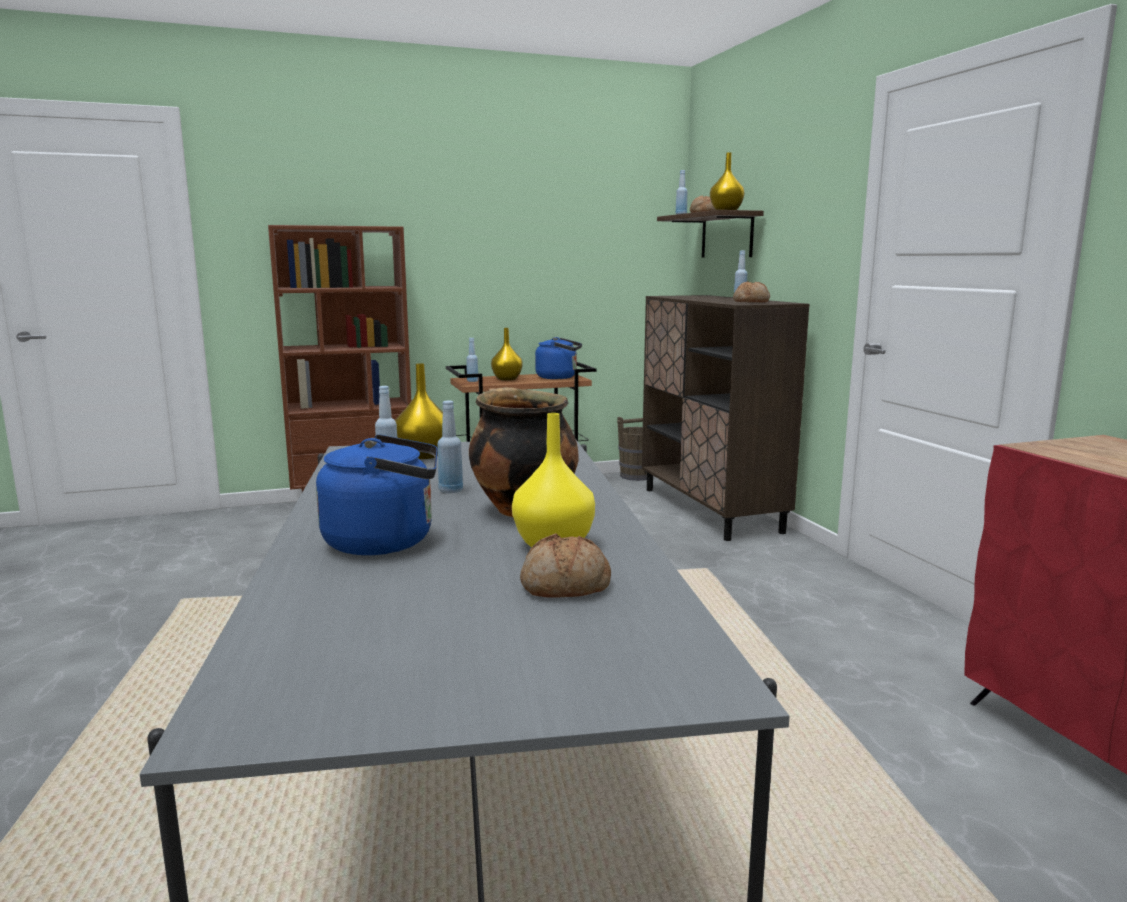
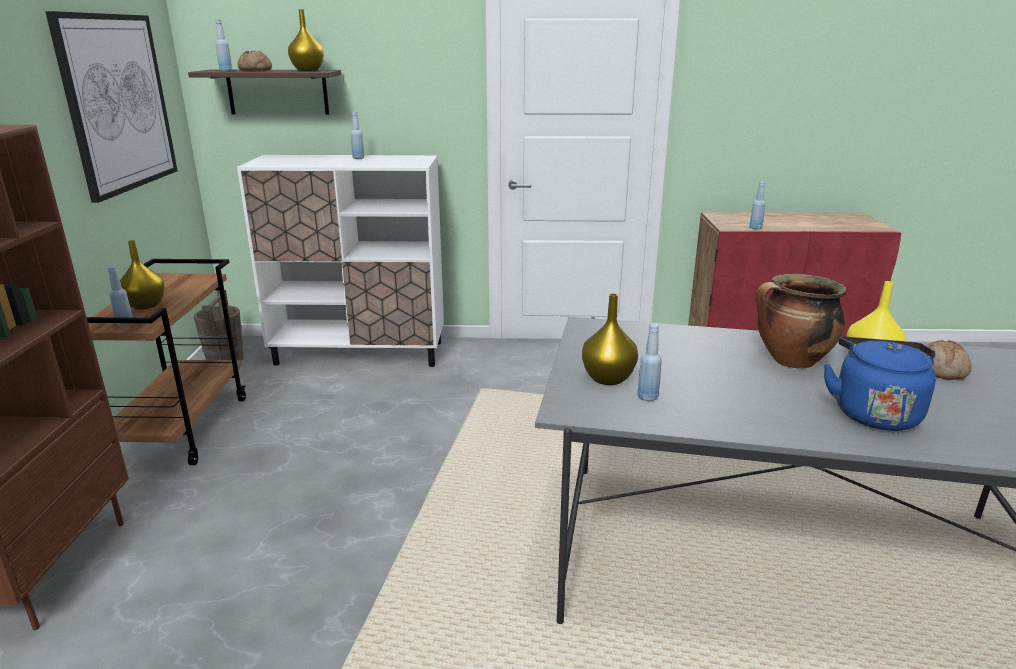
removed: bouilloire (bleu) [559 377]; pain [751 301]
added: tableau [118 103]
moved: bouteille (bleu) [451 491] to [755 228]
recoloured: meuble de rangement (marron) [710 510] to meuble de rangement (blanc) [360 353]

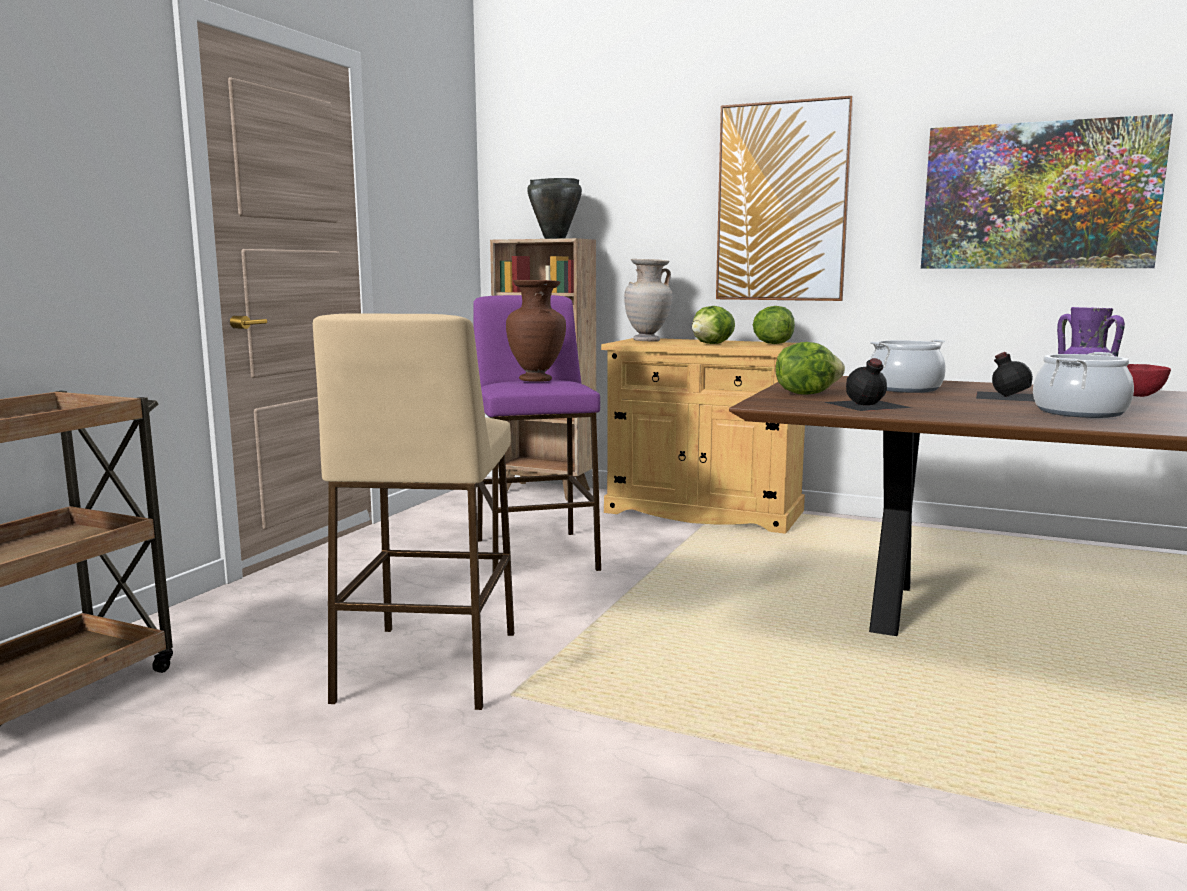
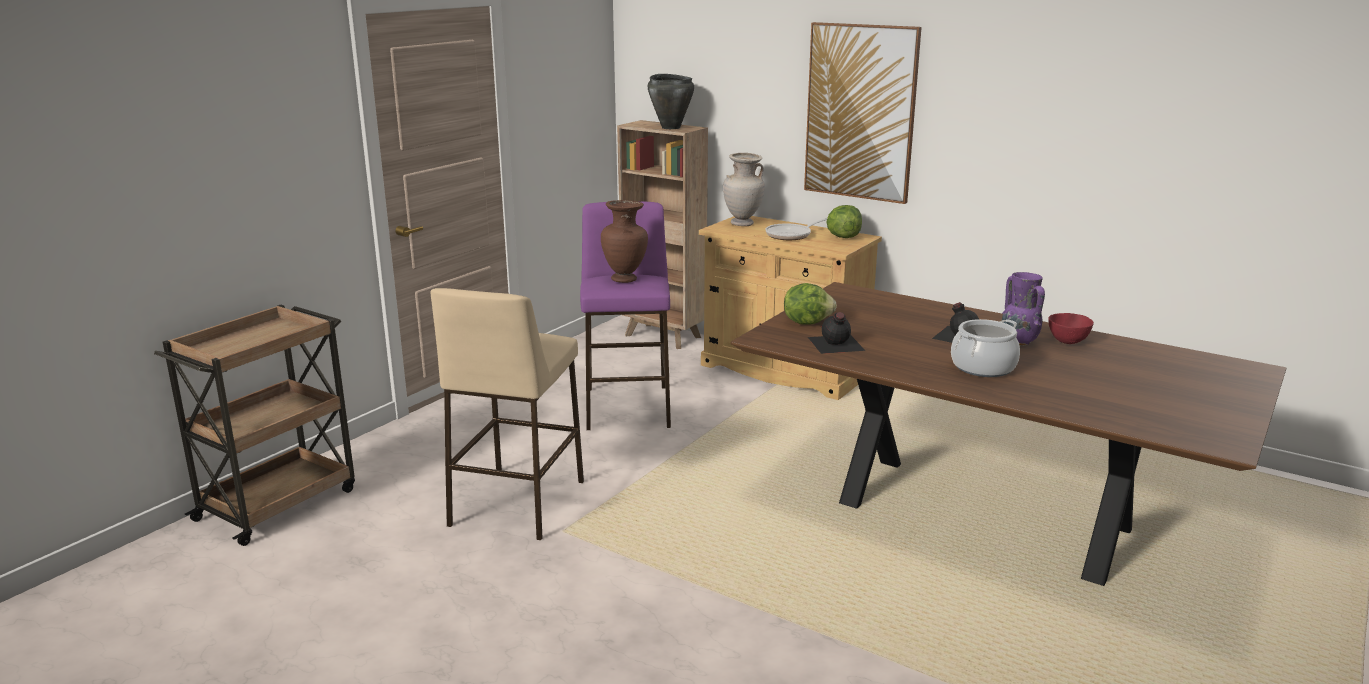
removed: marmite [904 389]; tableau [1038 196]
replaced: laitue [712 344] to poêle [791 235]

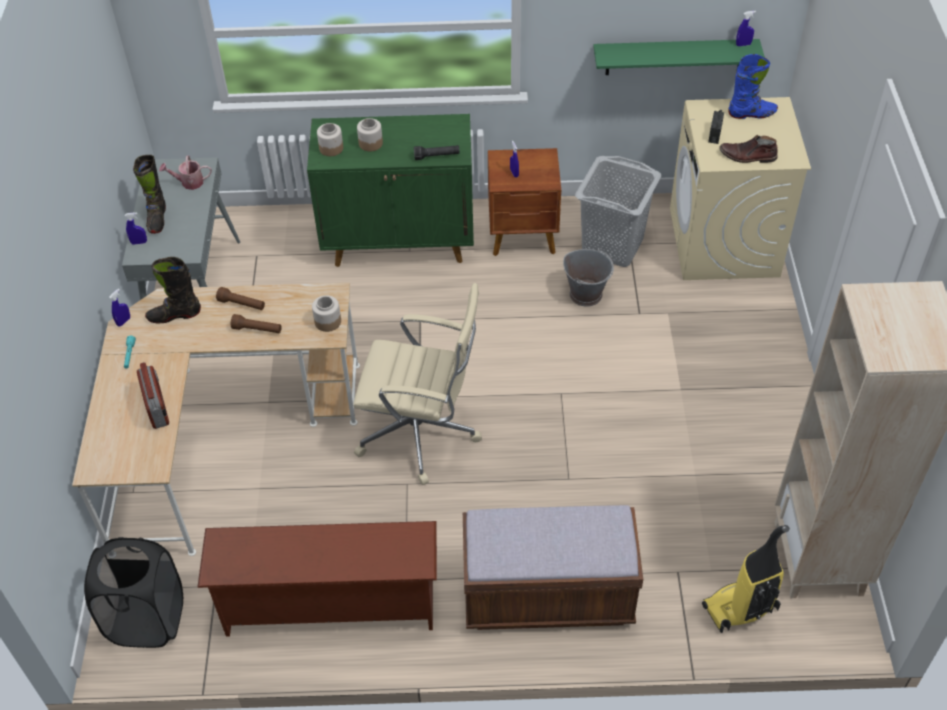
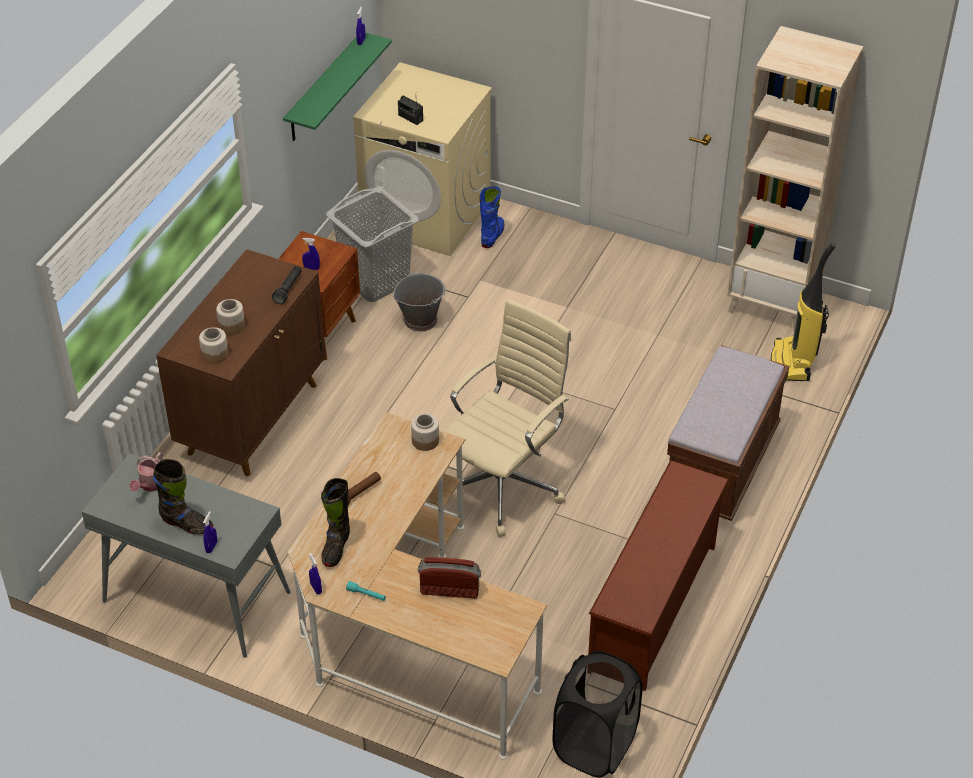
removed: lampe de poche (marron) [257 330]; botte (marron) [747 156]
moved: botte (bleu) [752 114] to [492 236]
recoloured: meuble de rangement (vert) [400 242] to meuble de rangement (marron) [253 418]

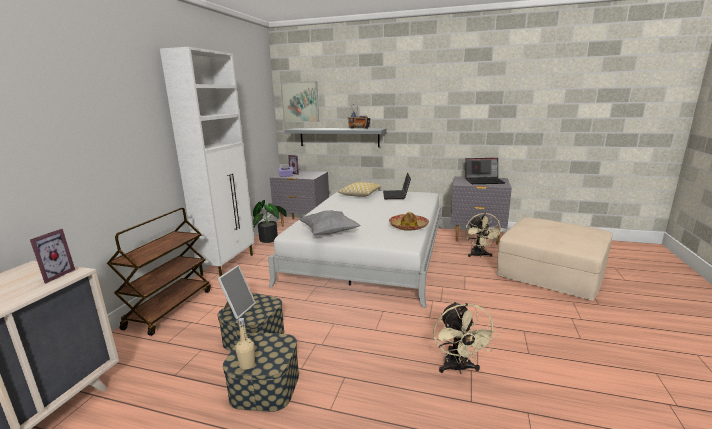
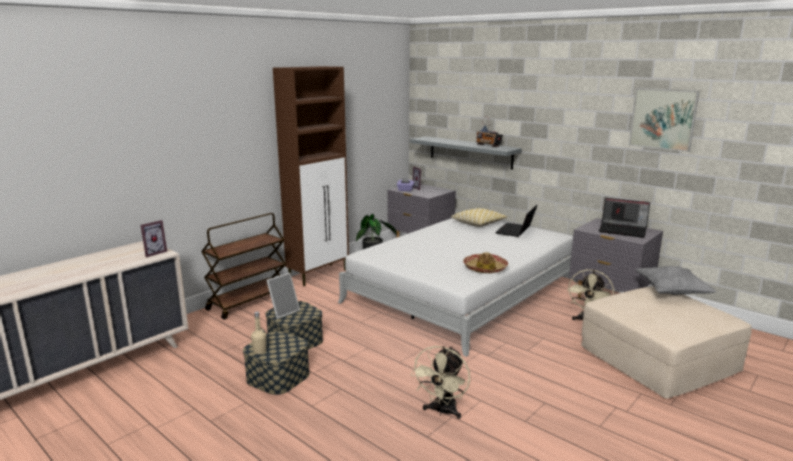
moved: tableau [300 102] to [662 119]; coussin (gris) [329 233] to [672 292]
recoloured: meuble de rangement (blanc) [229 264] to meuble de rangement (marron) [319 274]

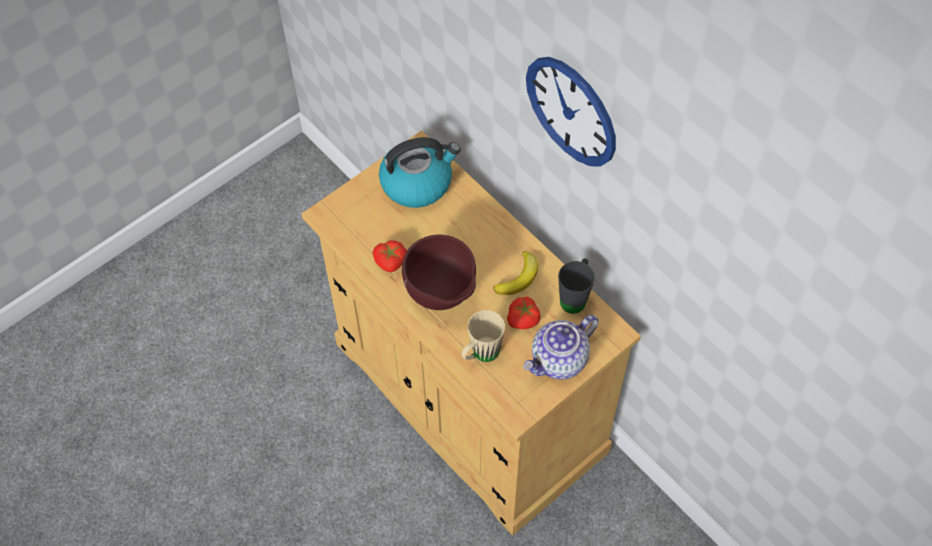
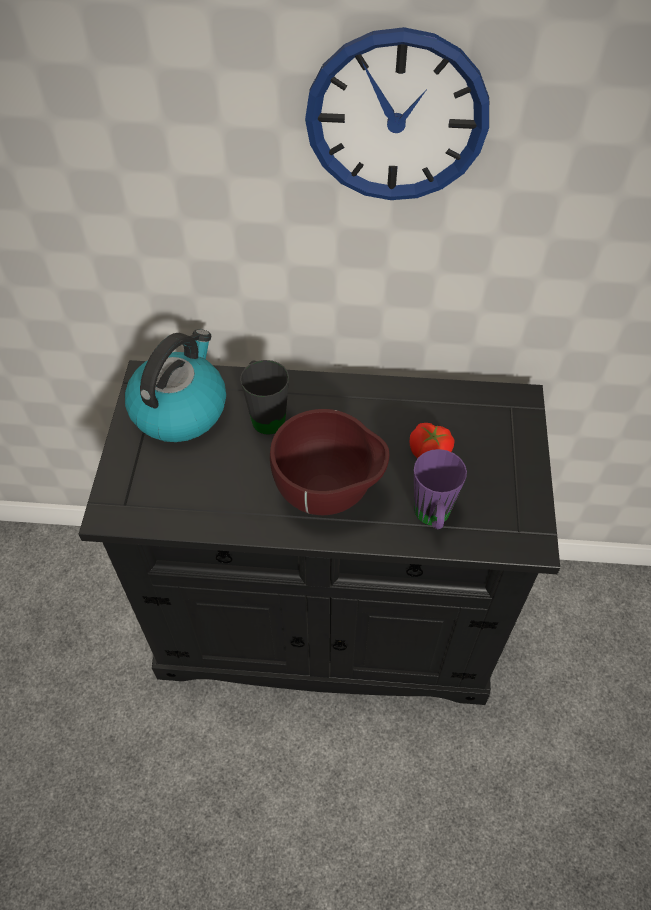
removed: tomate [391 262]; banane [519 277]; théière [559 360]
moved: mug (noir) [575 296] to [265 414]
recoloured: meuble de rangement (beige) [468 397] to meuble de rangement (noir) [325 620]; mug (beige) [480 355] to mug (violet) [432 519]

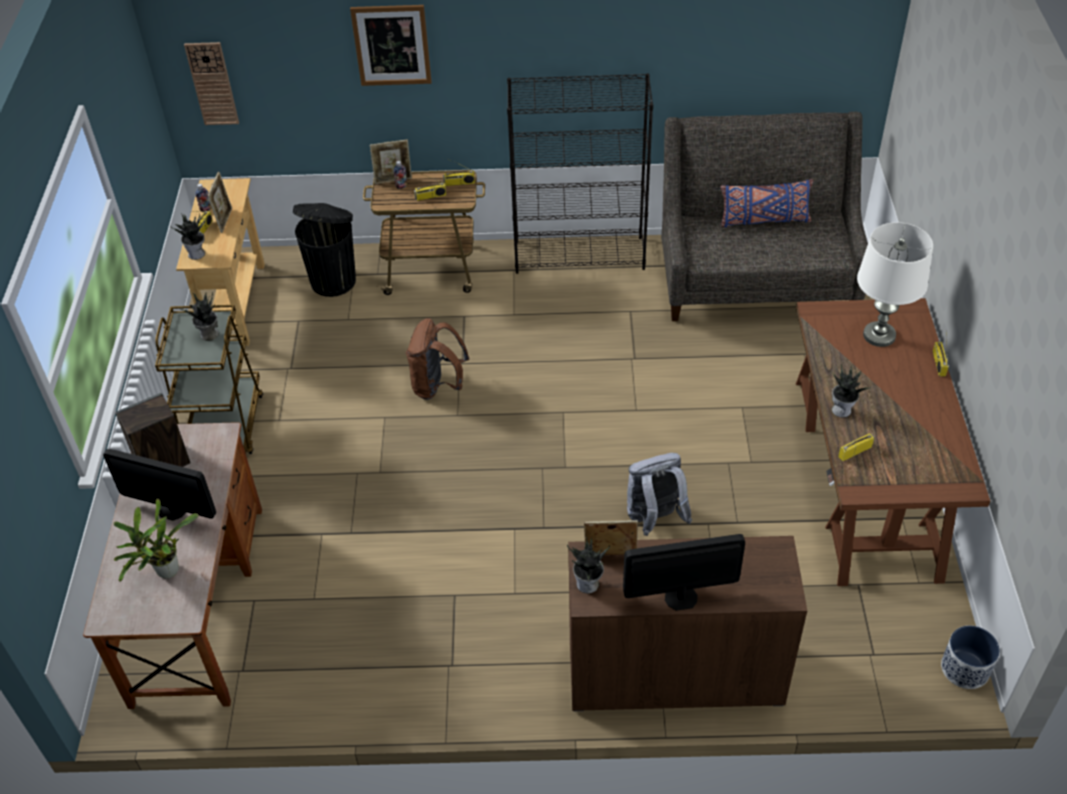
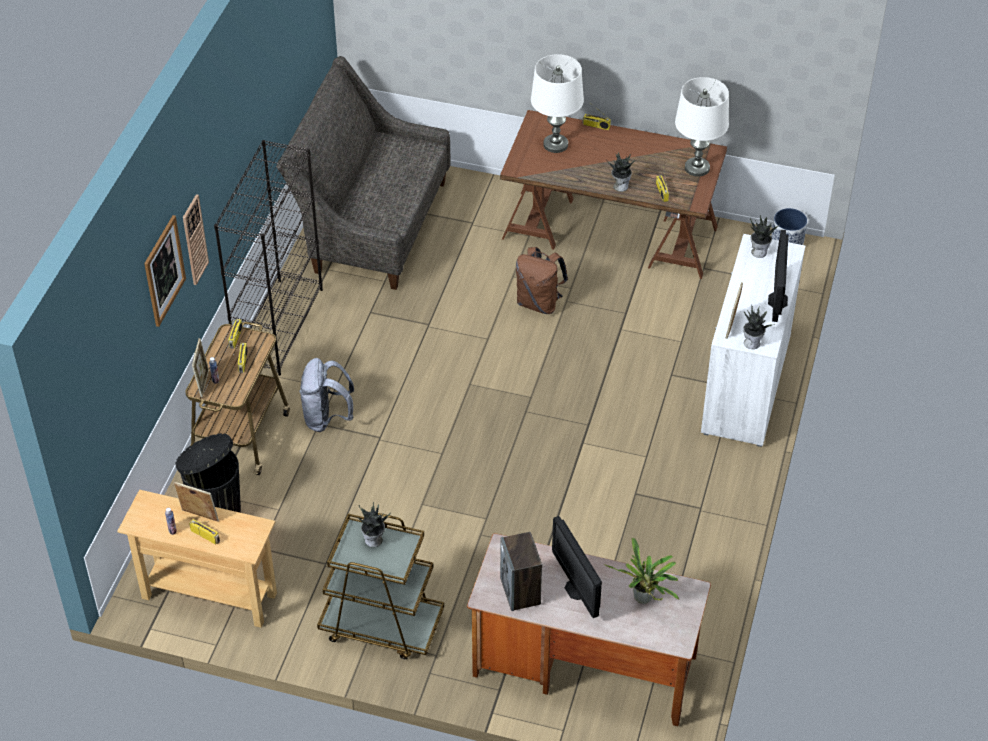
removed: coussin (bleu) [764 220]
added: lampe de table (blanc) [697 168]
moved: plante en pot [197 254] to [759 251]; horloge murale [212 84] to [194 240]; sac à dos (marron) [437 386] to [539 303]; sac à dos (gris) [654 519] to [327 418]
recoloured: meuble de rangement (marron) [674 672] to meuble de rangement (blanc) [746 384]
turned: écran d'ordinateur [172 509] = [577 589] 120 degrees clockwise

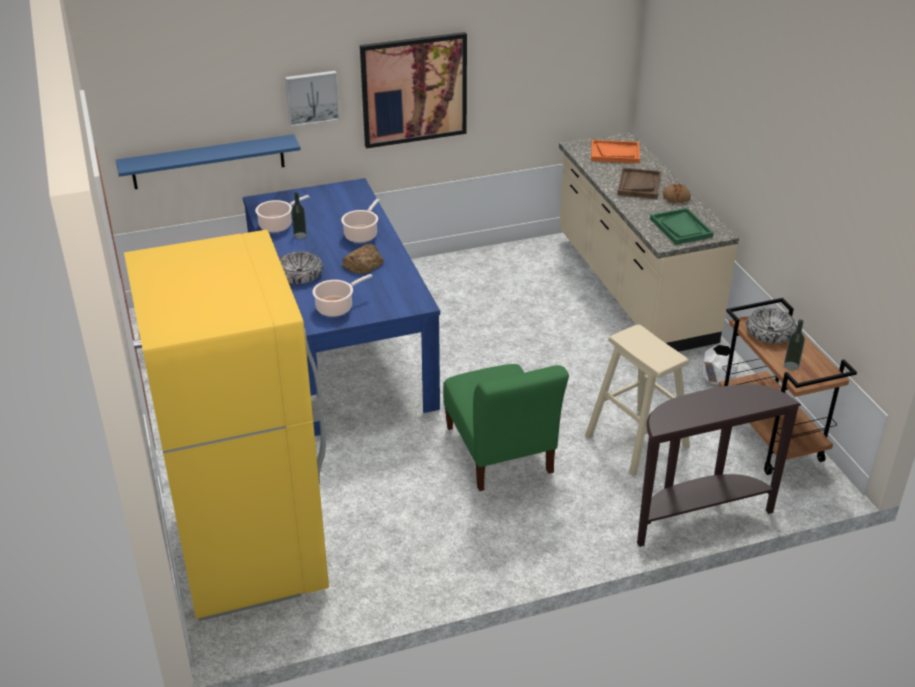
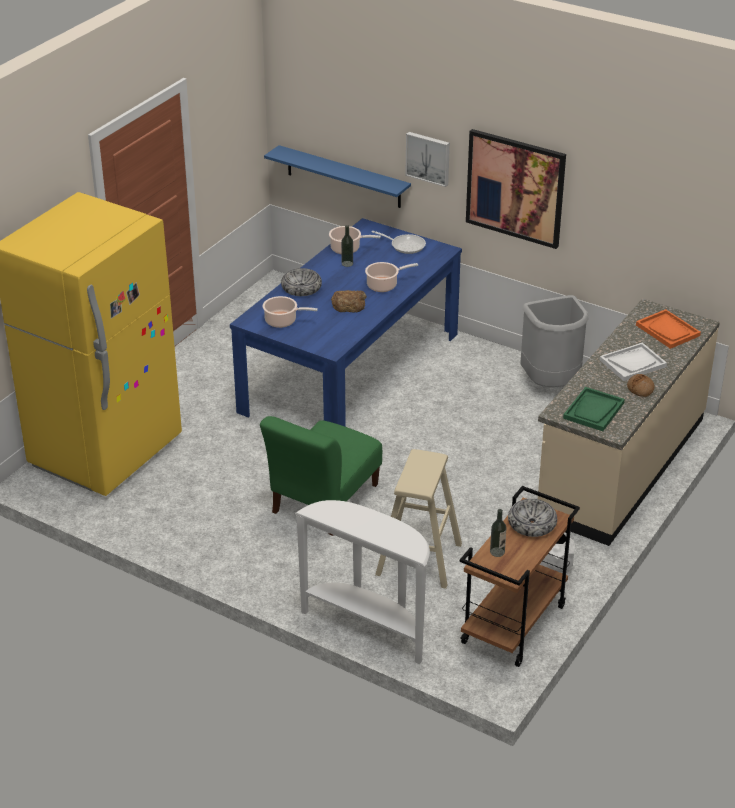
added: poêle [405 245]; poubelle (gris) [551 384]
recoloured: plateau (marron) [639 185] to plateau (blanc) [632 363]; table console (marron) [697 516] to table console (blanc) [368 626]

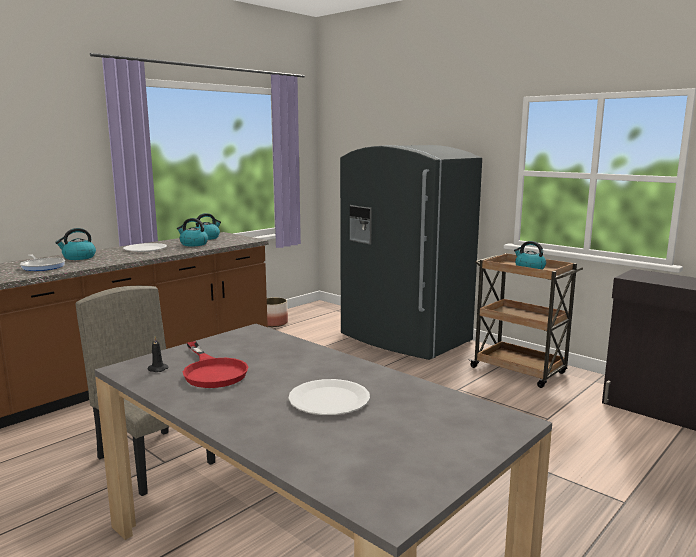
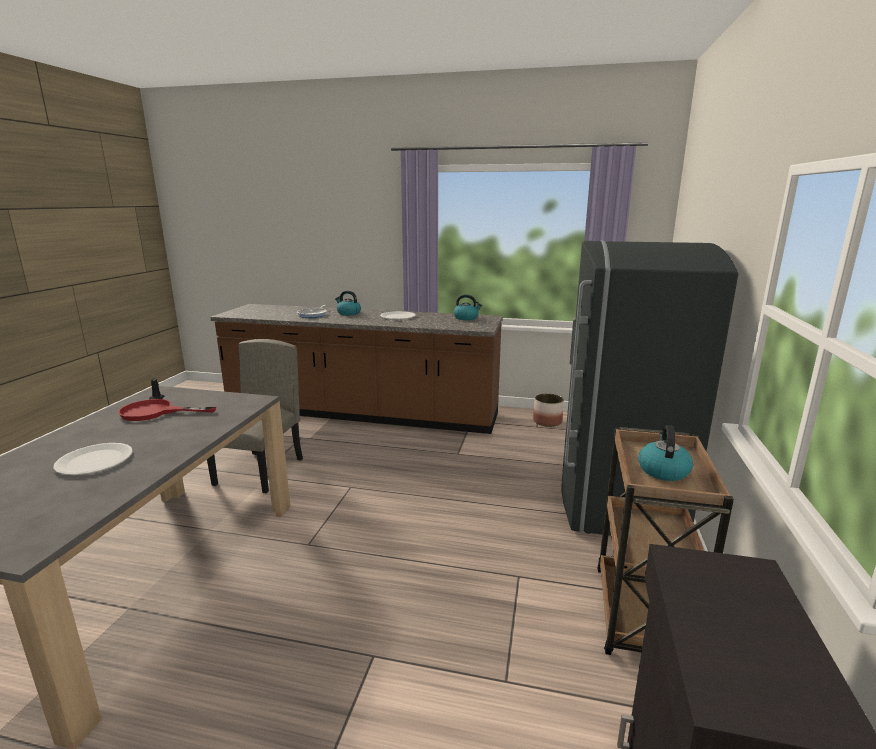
removed: bouilloire [193 244]
turned: poêle (rouge) [212 371] = [155 412] 60 degrees clockwise

